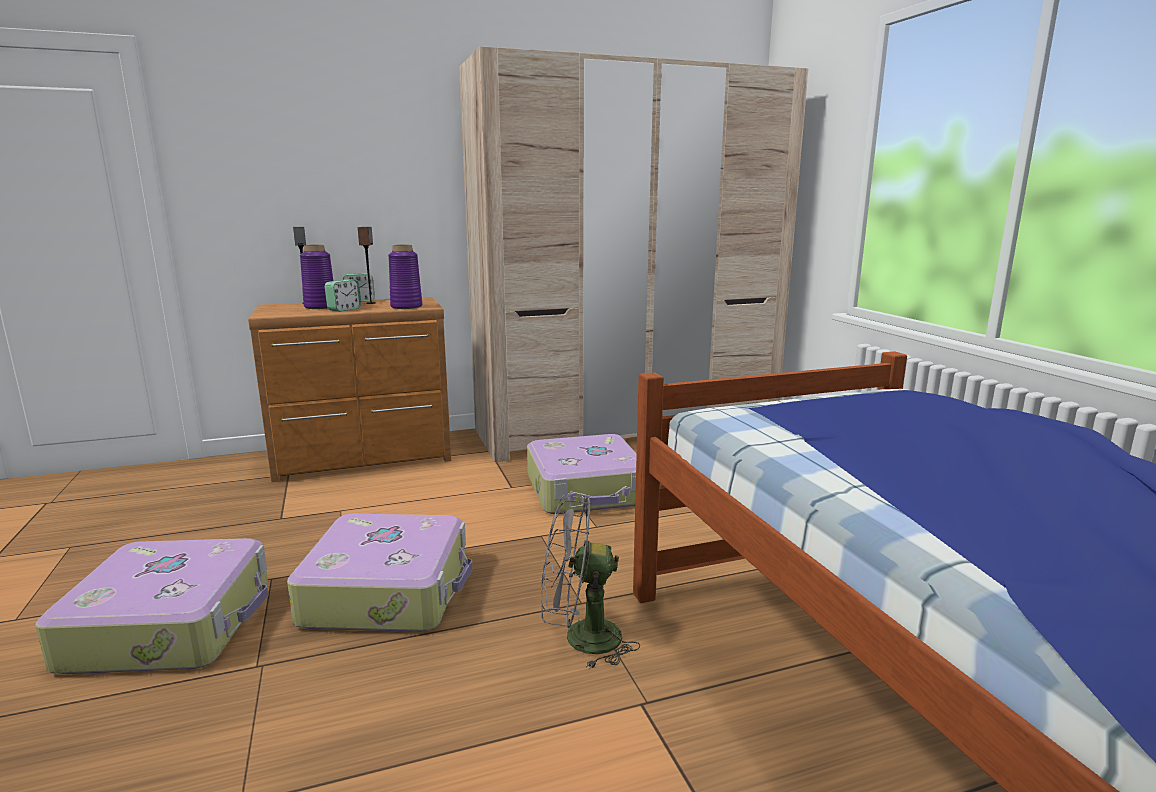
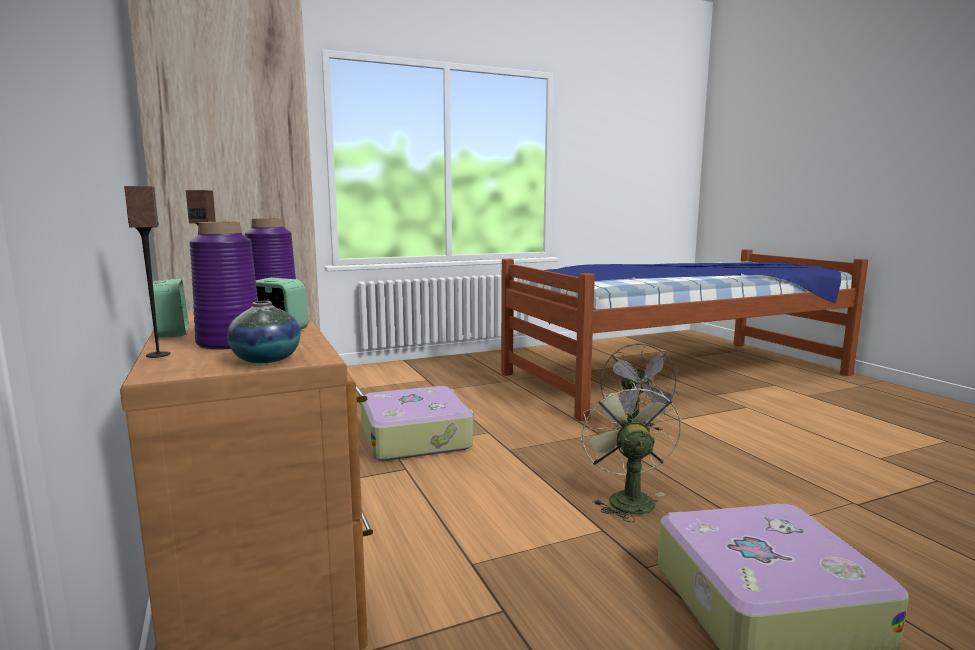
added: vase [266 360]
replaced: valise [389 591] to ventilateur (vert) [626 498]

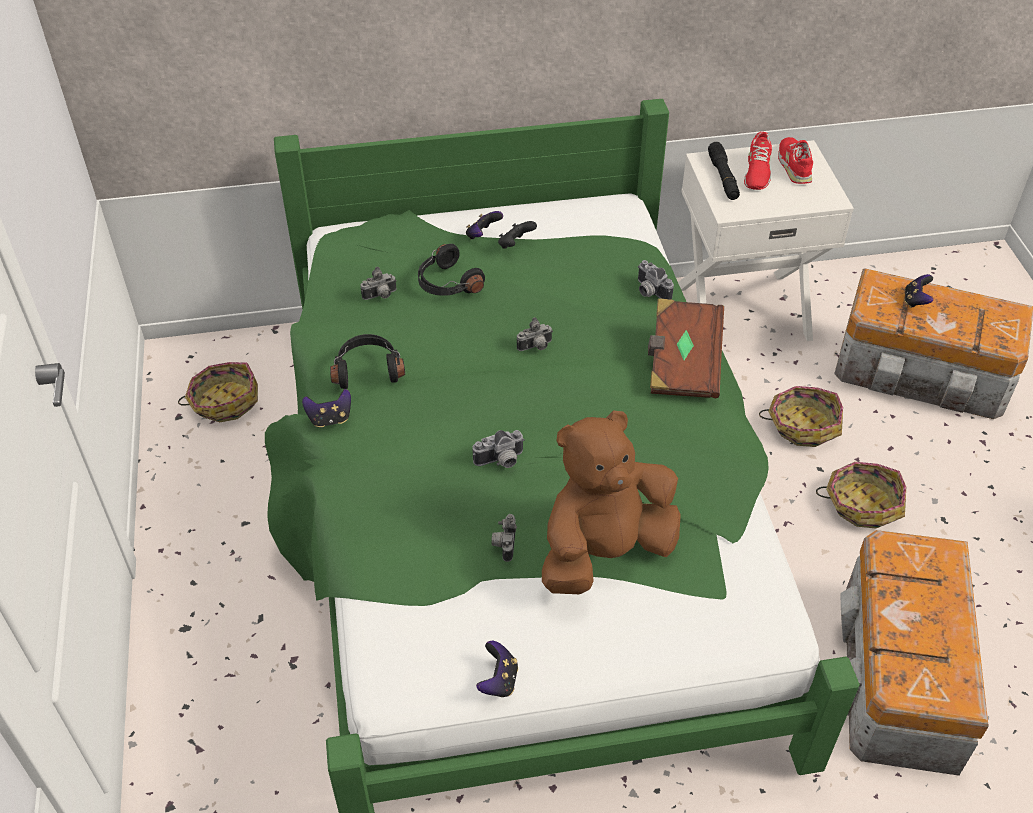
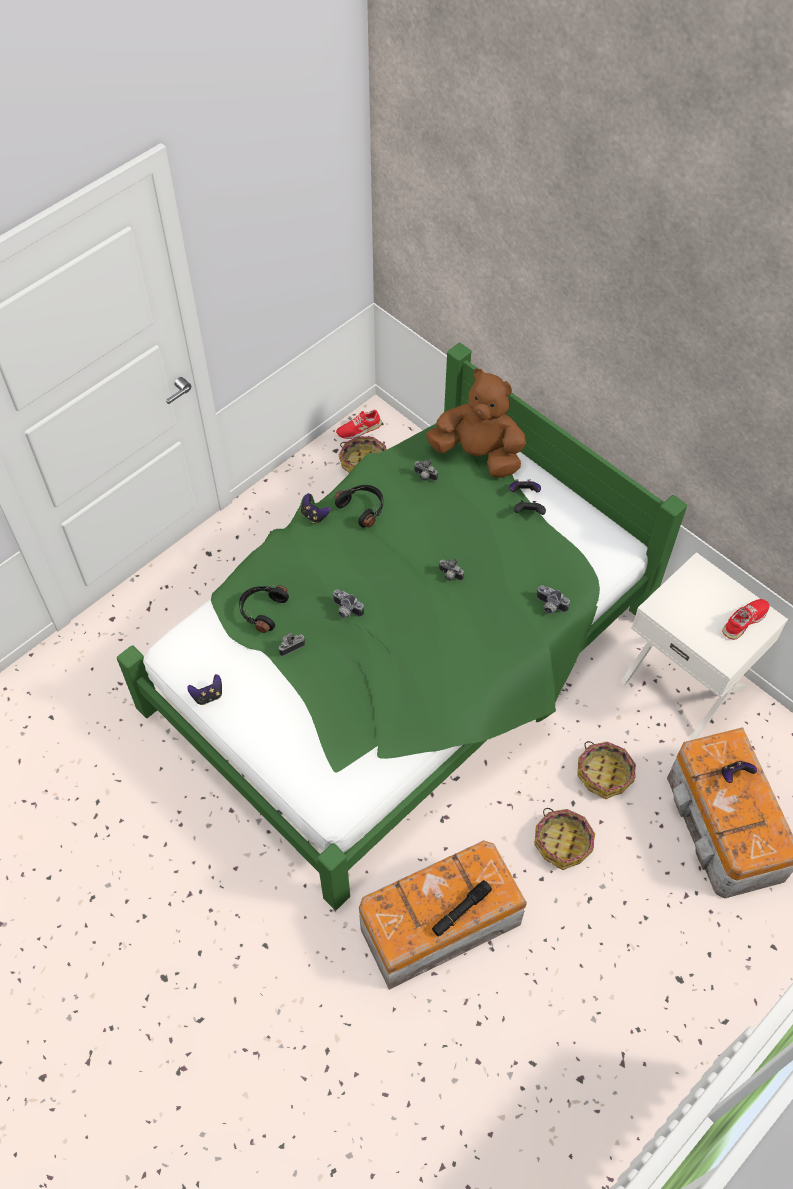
removed: livre (marron) [682 364]
moved: casque audio (noir) [447 283] to [262 610]; peluche (marron) [604 551] to [478 454]; lampe de poche (noir) [723 177] to [461 911]; chaussure (rouge) [757 171] to [359 429]
turned: appareil photo [649 292] = [549 606] 75 degrees counterclockwise

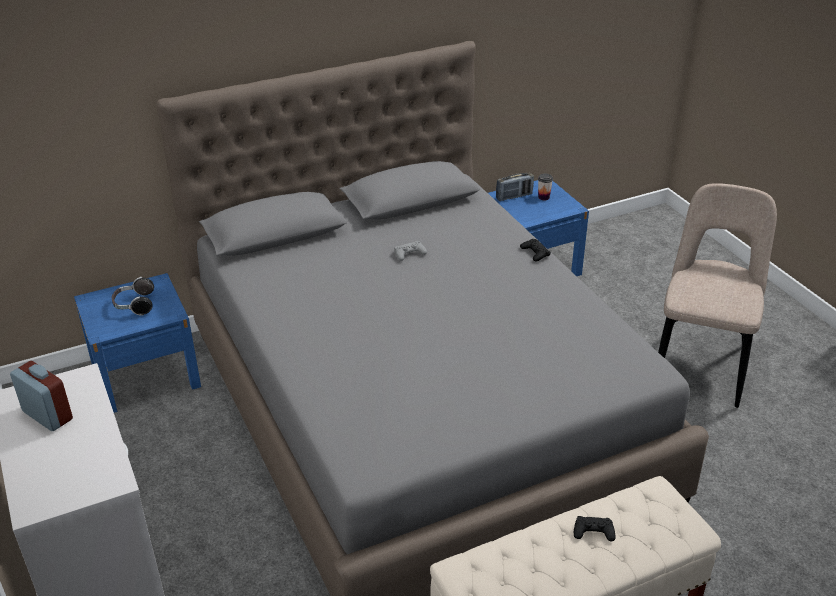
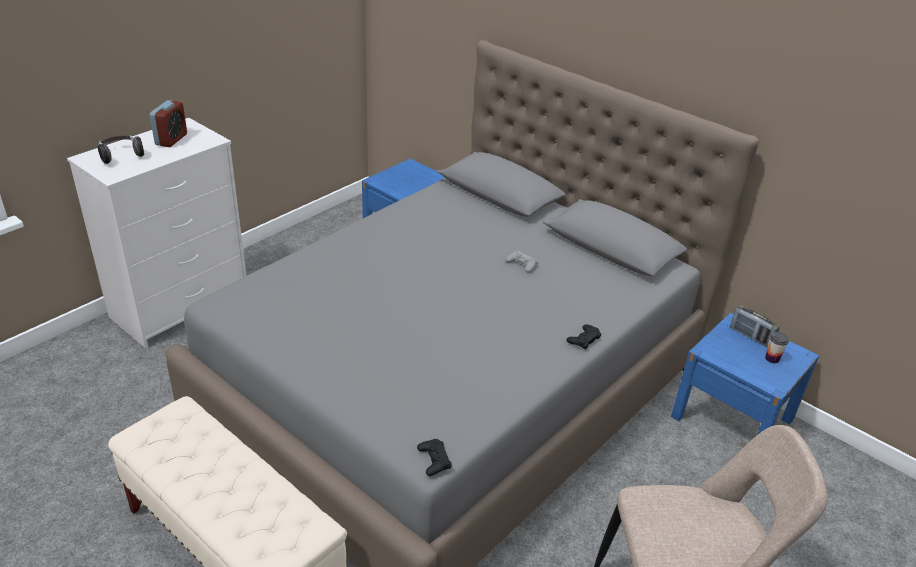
moved: casque audio [134 305] to [121 155]; manette (noir) [593 531] to [434 460]

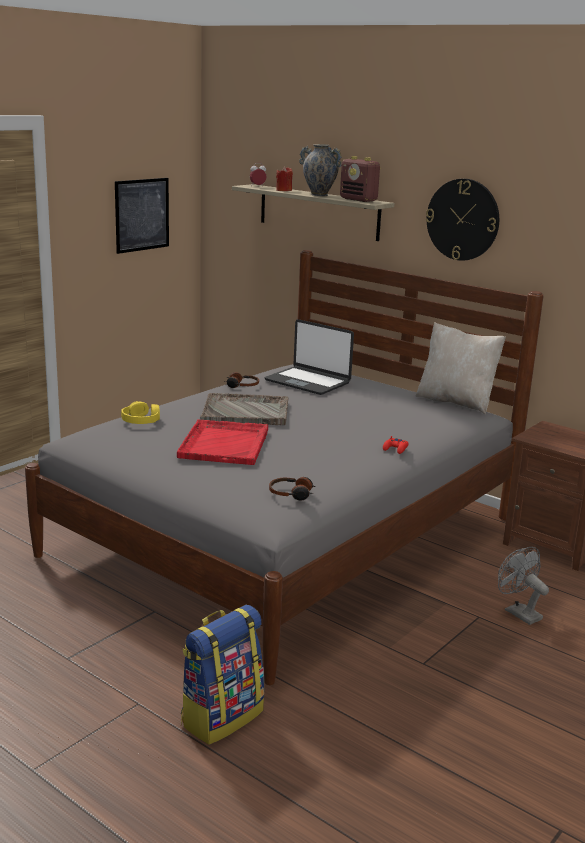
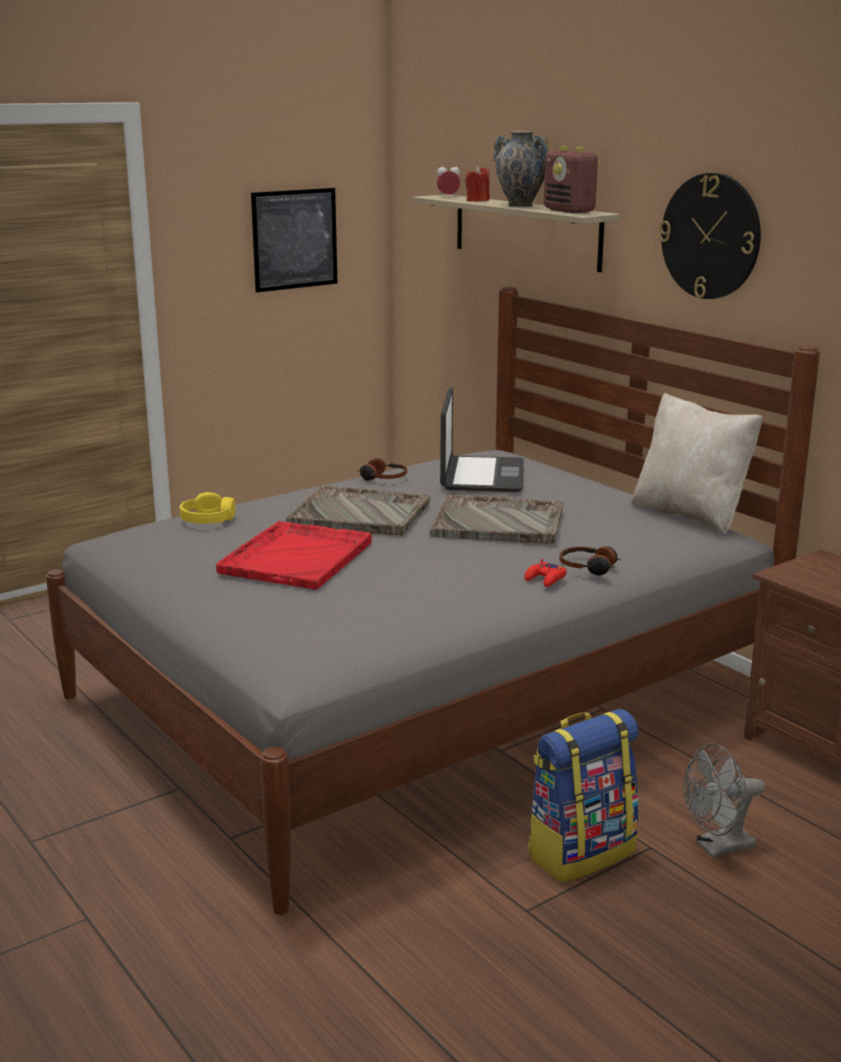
added: plateau (gris) [499 523]
moved: sac à dos [221 716] to [580 852]; casque audio [291 494] to [589 567]
turned: ordinateur portable [308 382] = [481 476] 135 degrees counterclockwise; ventilateur (gris) [518 612] = [718 847] 90 degrees counterclockwise

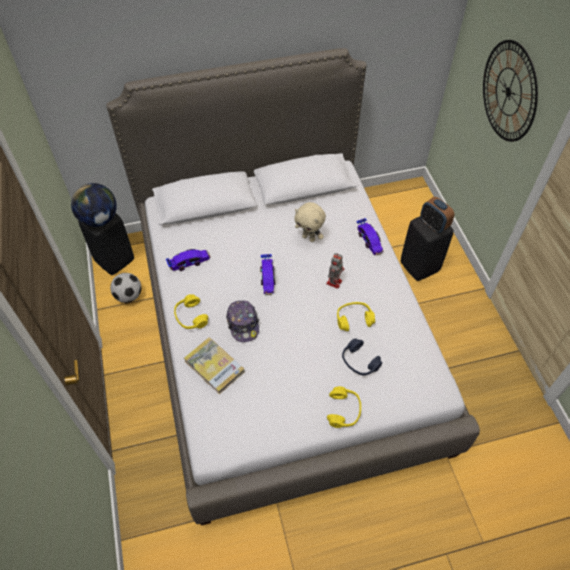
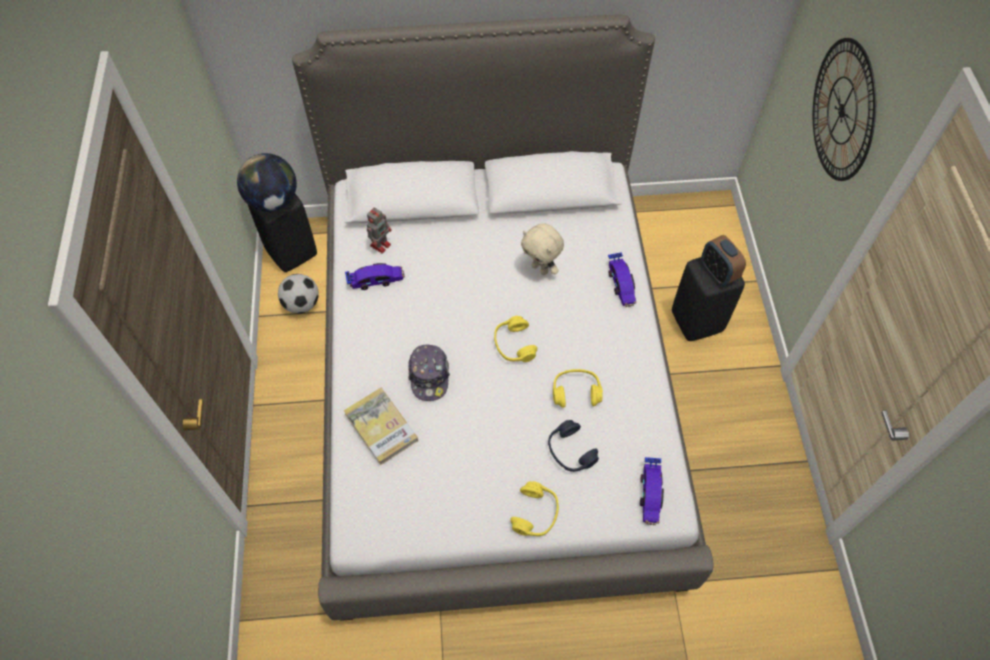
moved: casque audio (jaune) [191 317] to [514 345]; petite voiture [267 278] to [650 494]; robot jouet [334 281] to [381 244]

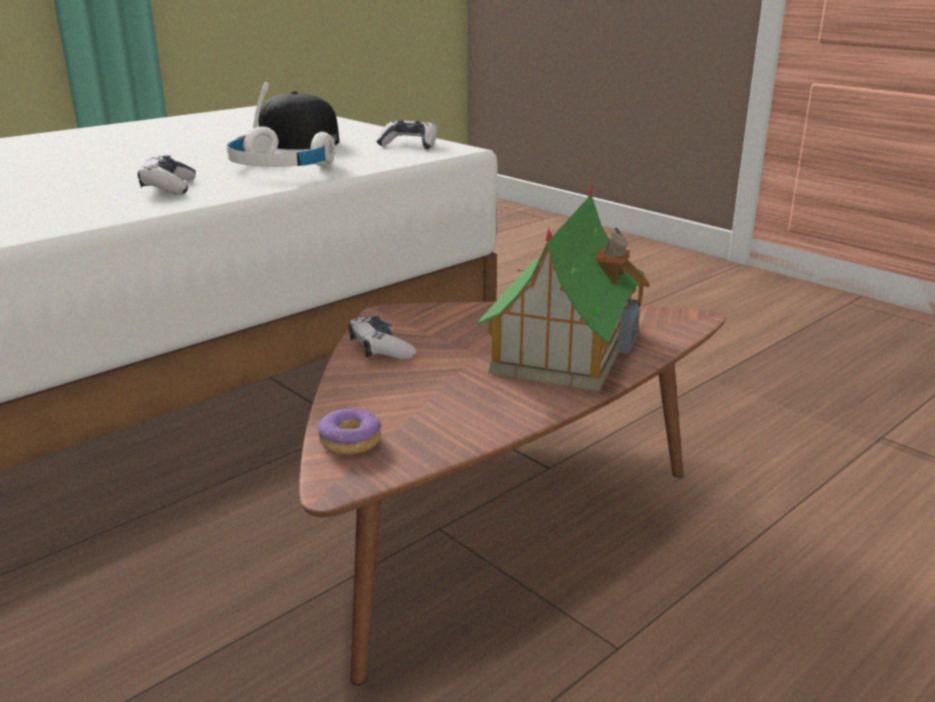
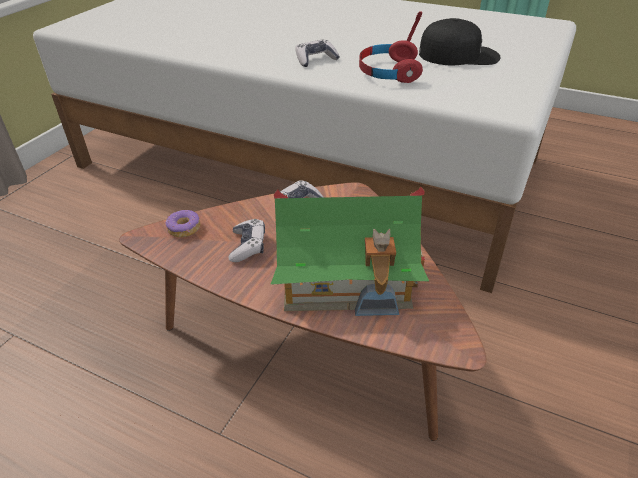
moved: manette [409 145] to [248 246]
recoloured: casque audio (blanc) [280 166] to casque audio (rouge) [389 72]
turned: casquette (noir) [287 140] = [459 55] 90 degrees clockwise

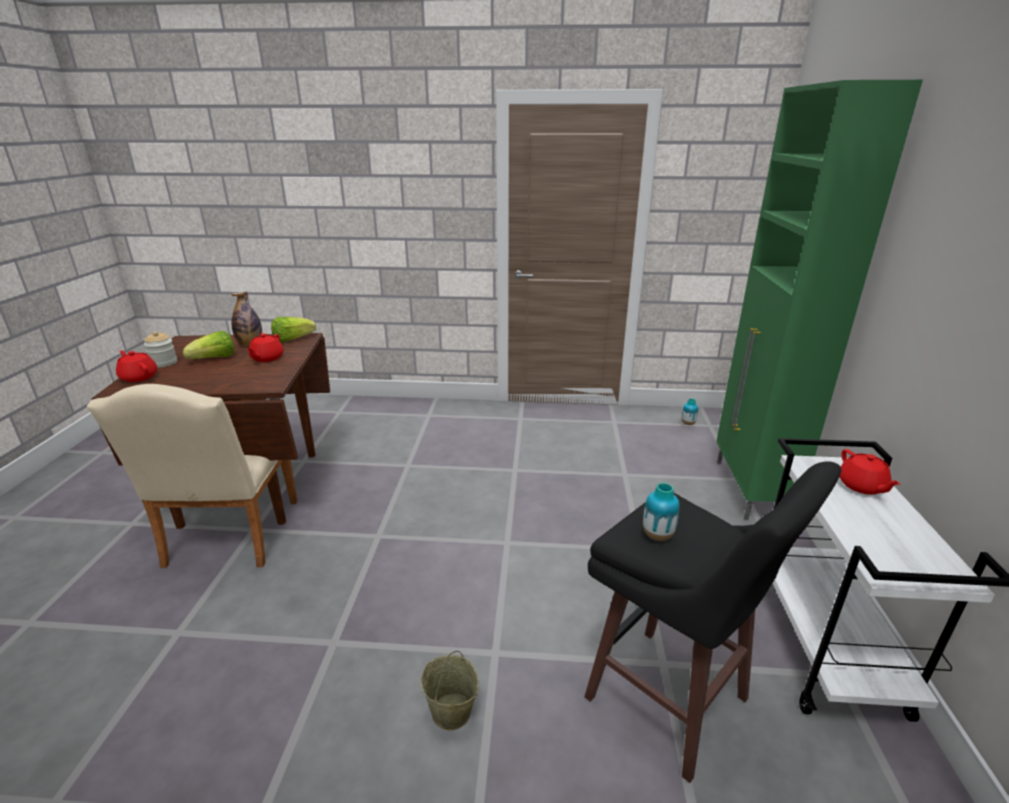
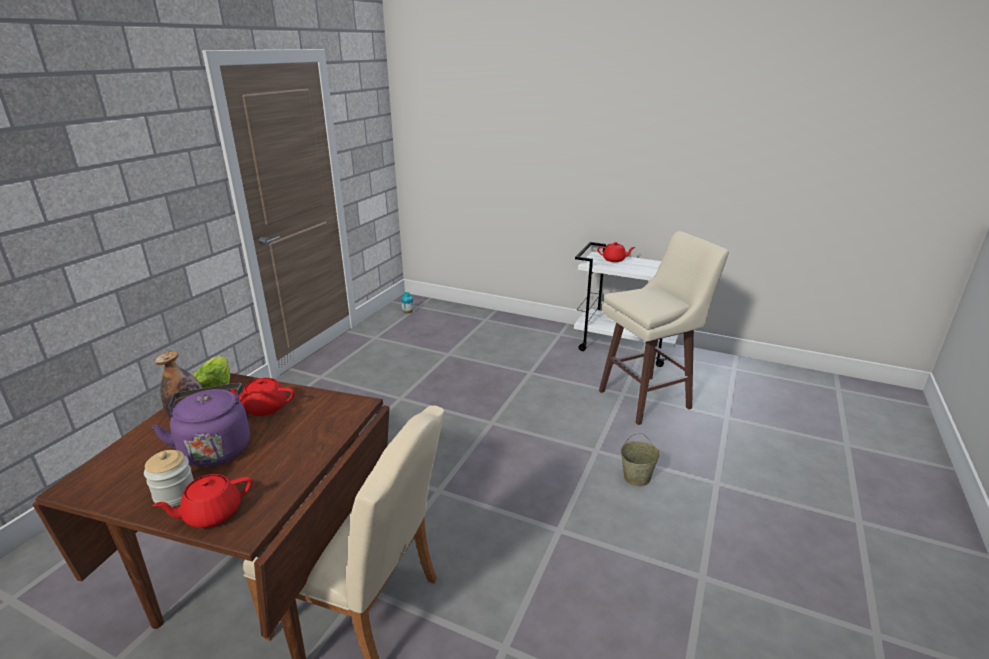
removed: vase [657 535]; meuble de rangement (vert) [750 490]
replaced: laitue [214 359] to bouilloire (violet) [216 447]
recoloured: tabouret (noir) [670 702] to tabouret (beige) [647 399]
turned: théière (rouge) [267 358] = [264 407] 150 degrees clockwise

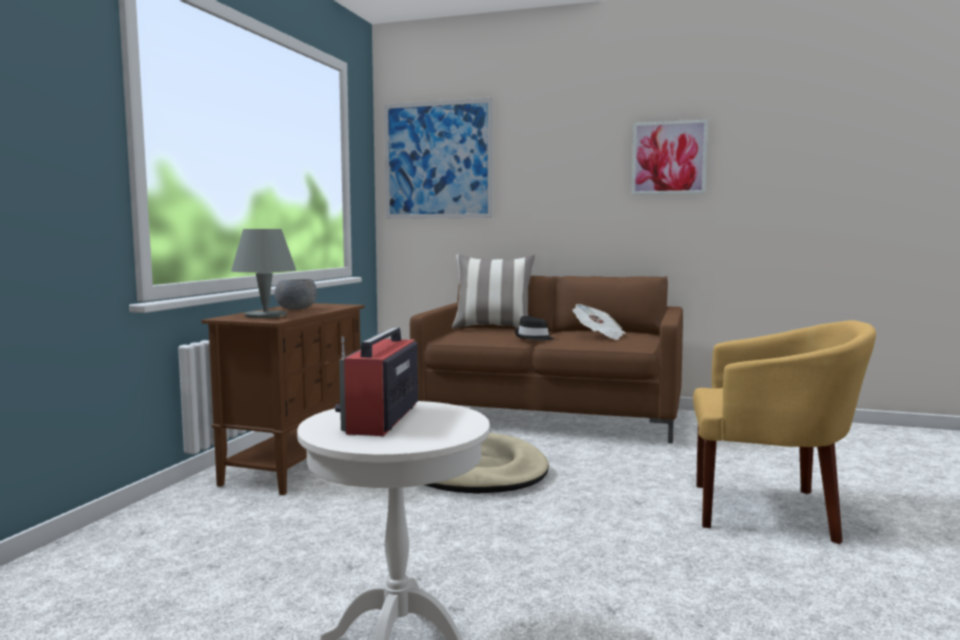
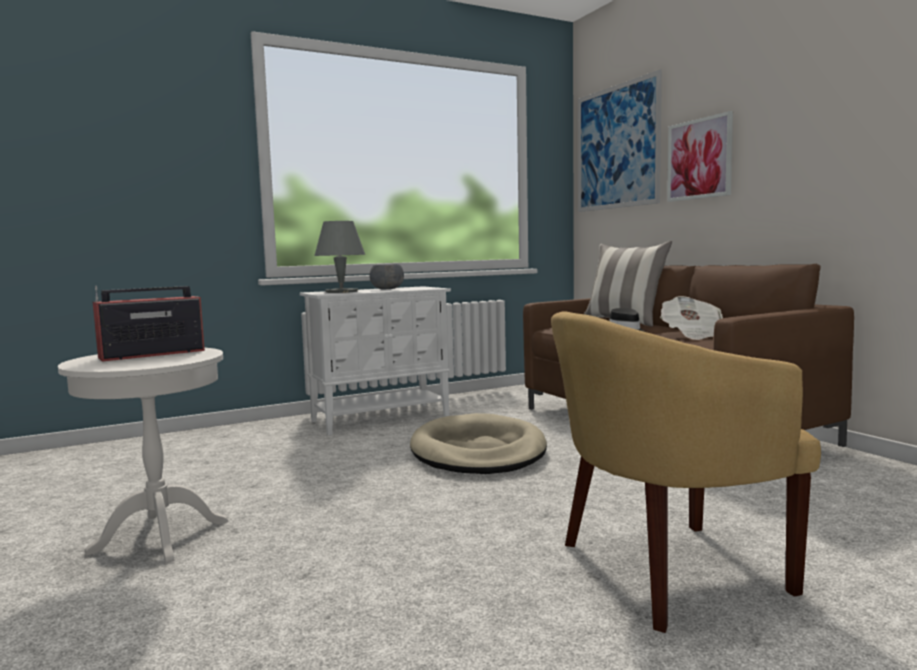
moved: tableau [669 158] to [699 159]
recoloured: meuble de rangement (marron) [296 464] to meuble de rangement (blanc) [381 418]
turned: fauteuil (jaune) [769 511] = [666 571] 105 degrees clockwise

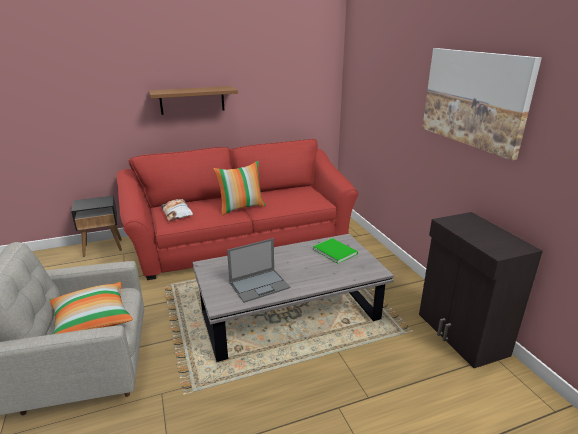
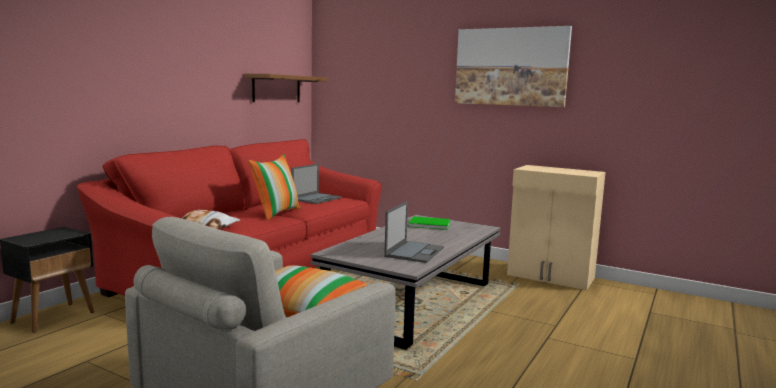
added: ordinateur portable [317 198]
moved: étagère (marron) [192 100] to [276 88]
recoloured: meuble de rangement (noir) [461 334] to meuble de rangement (beige) [551 277]

